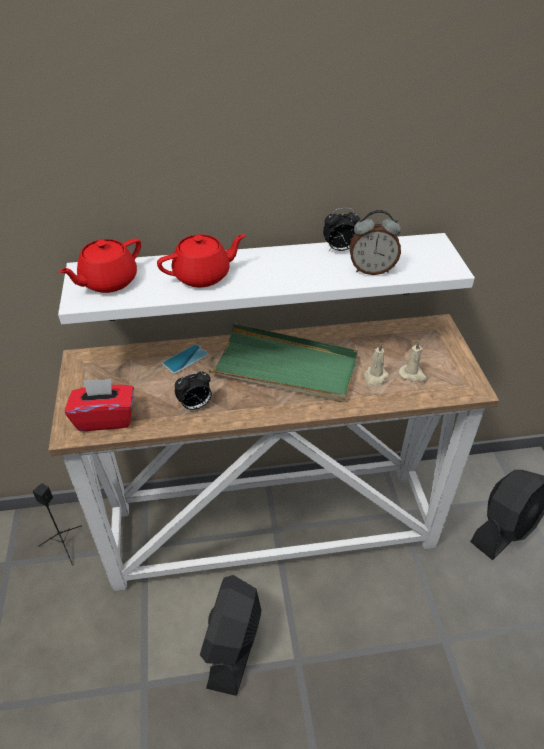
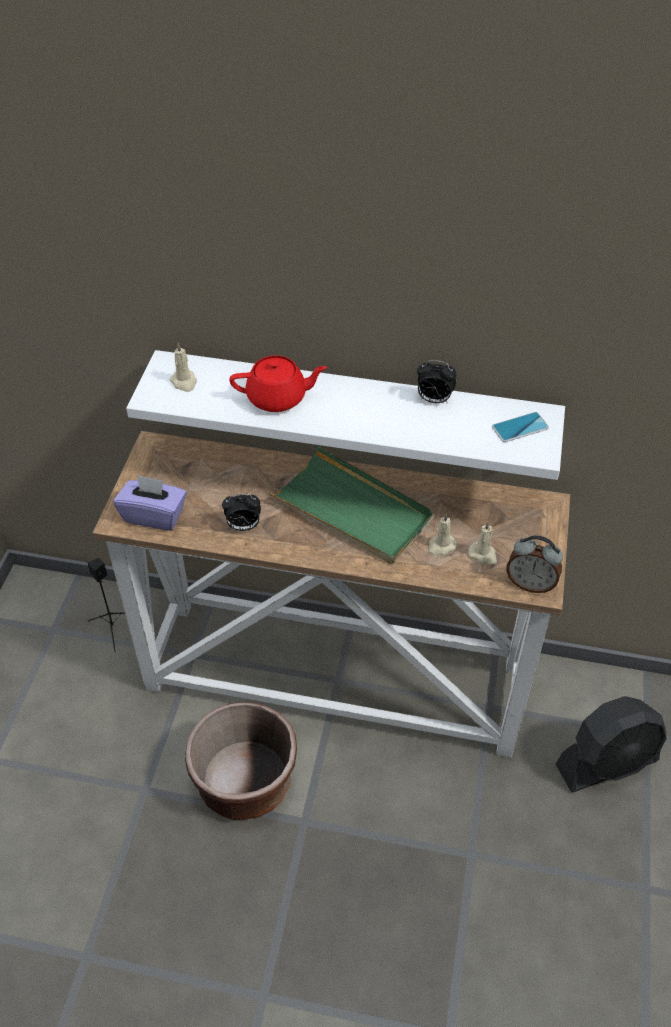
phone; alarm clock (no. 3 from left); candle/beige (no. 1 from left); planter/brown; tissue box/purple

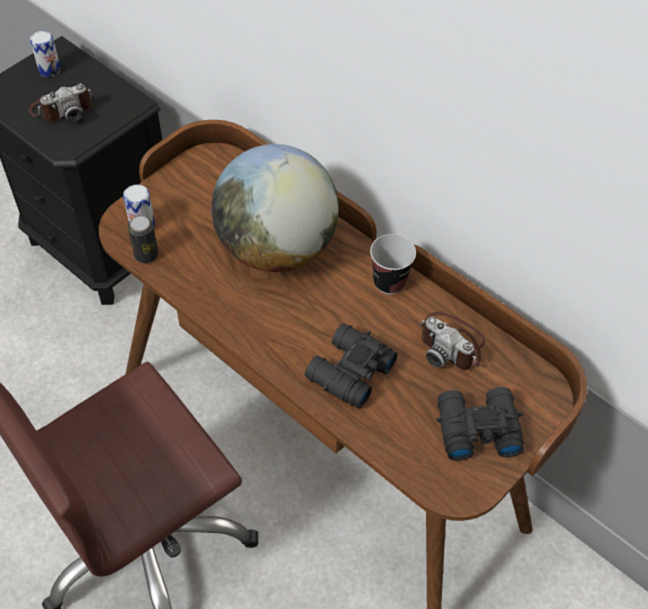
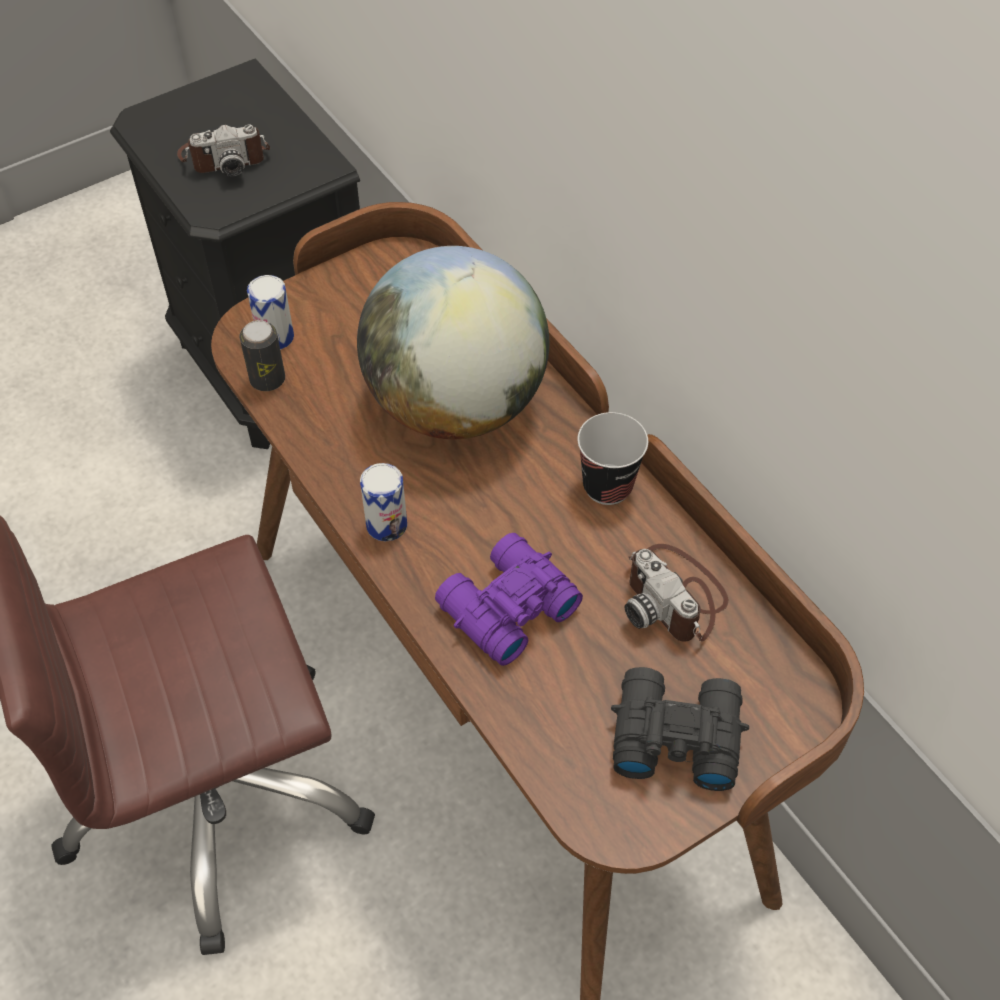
can (no. 3 from left); binoculars/purple

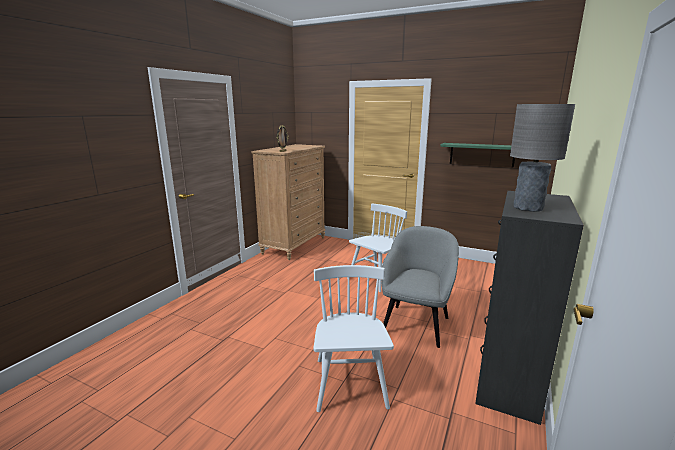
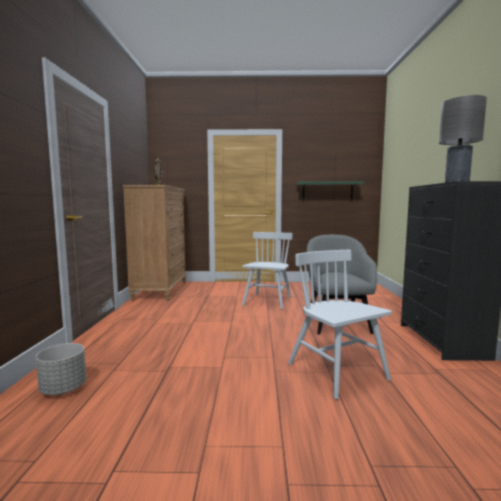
planter/grey

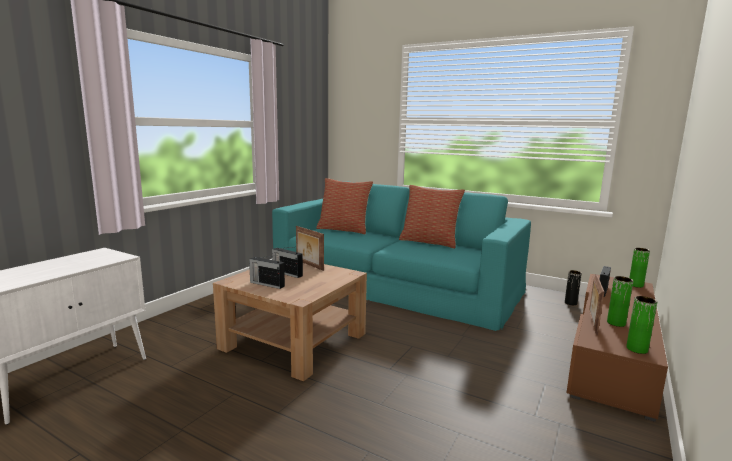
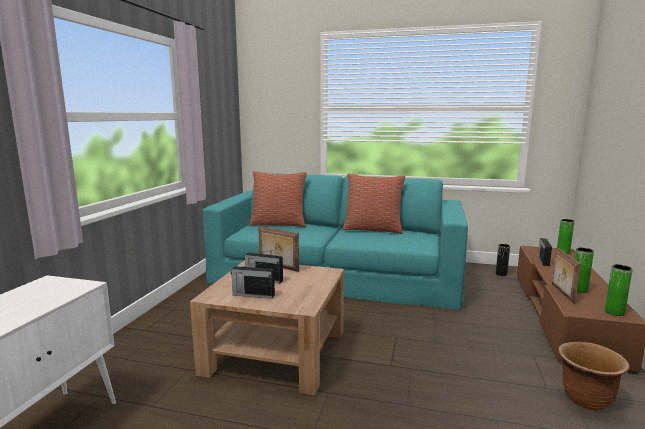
planter/brown

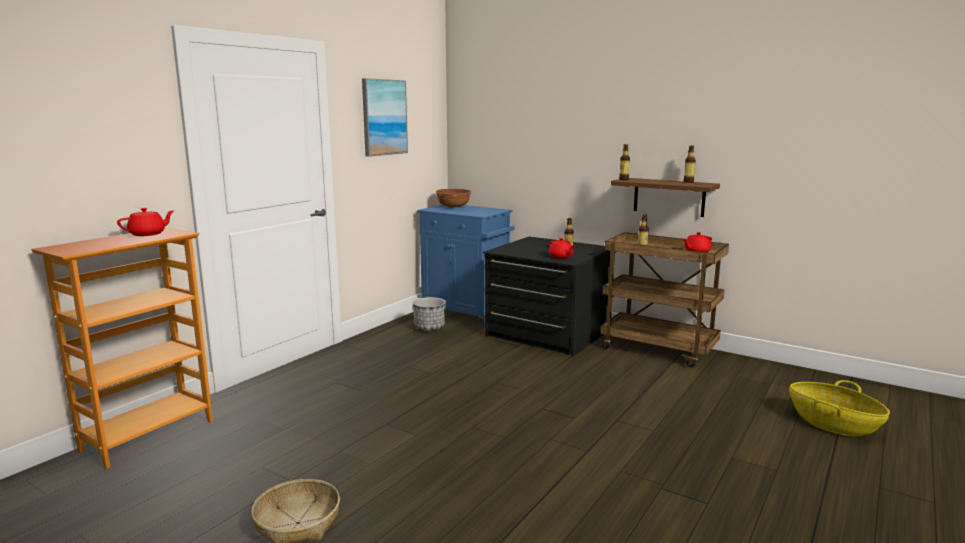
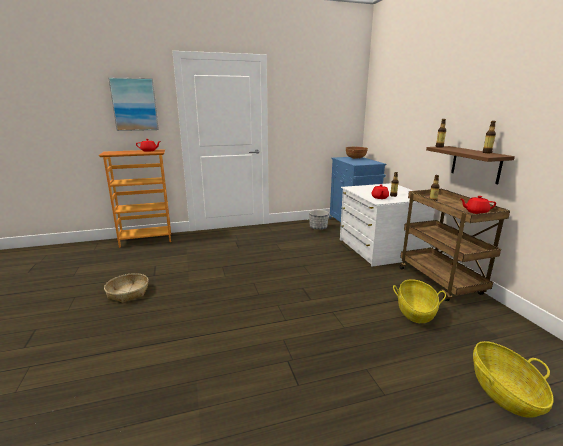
basket (no. 2 from left); picture; dresser/white

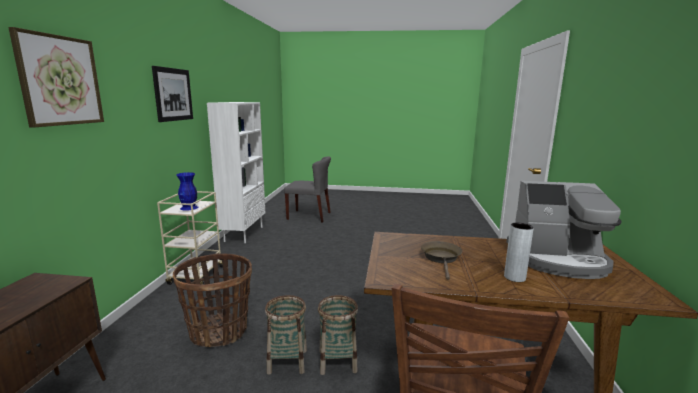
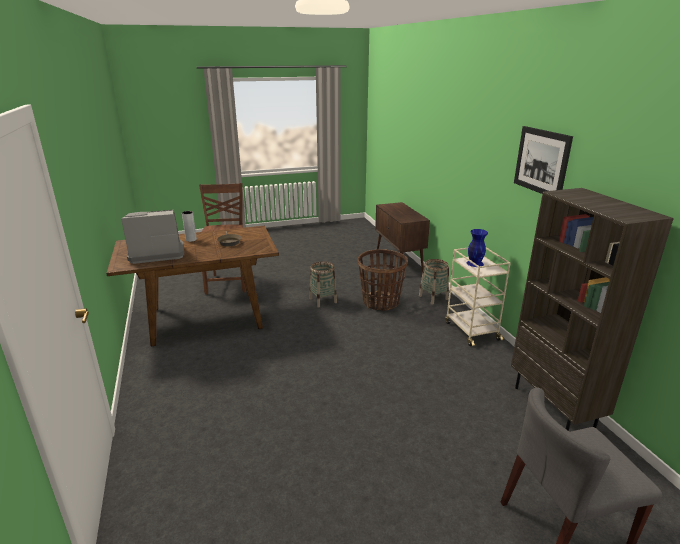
picture (no. 1 from left in the first image); basket (no. 3 from left); bookcase/brown

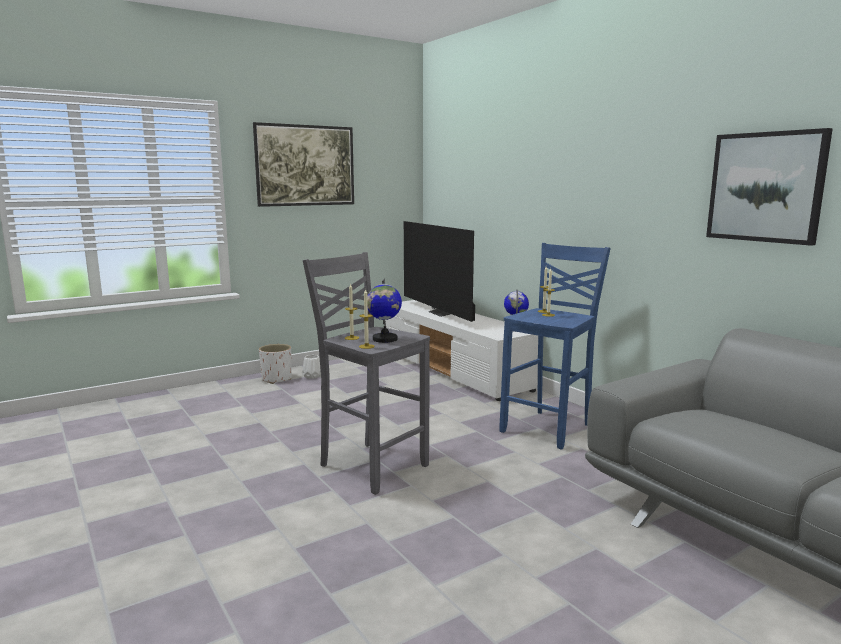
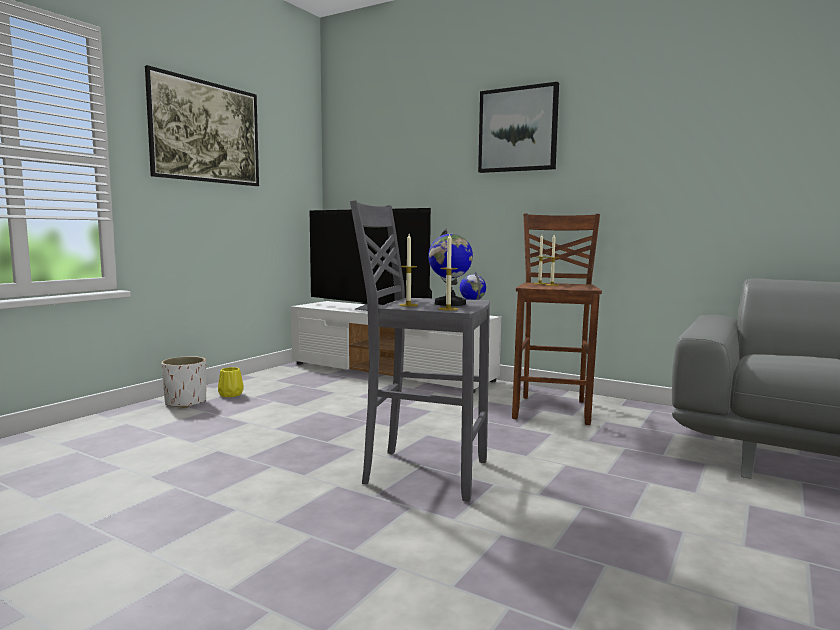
picture (no. 2 from left); vase/yellow; stool/brown

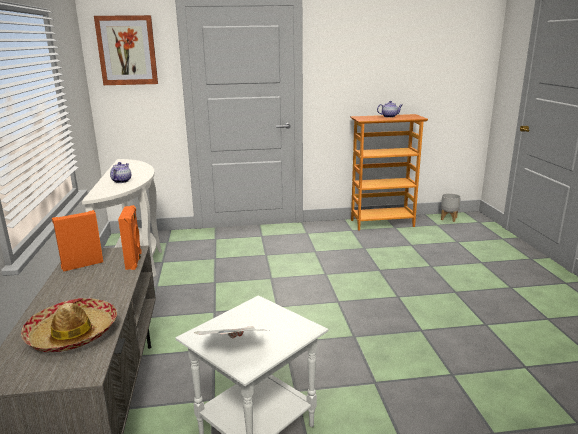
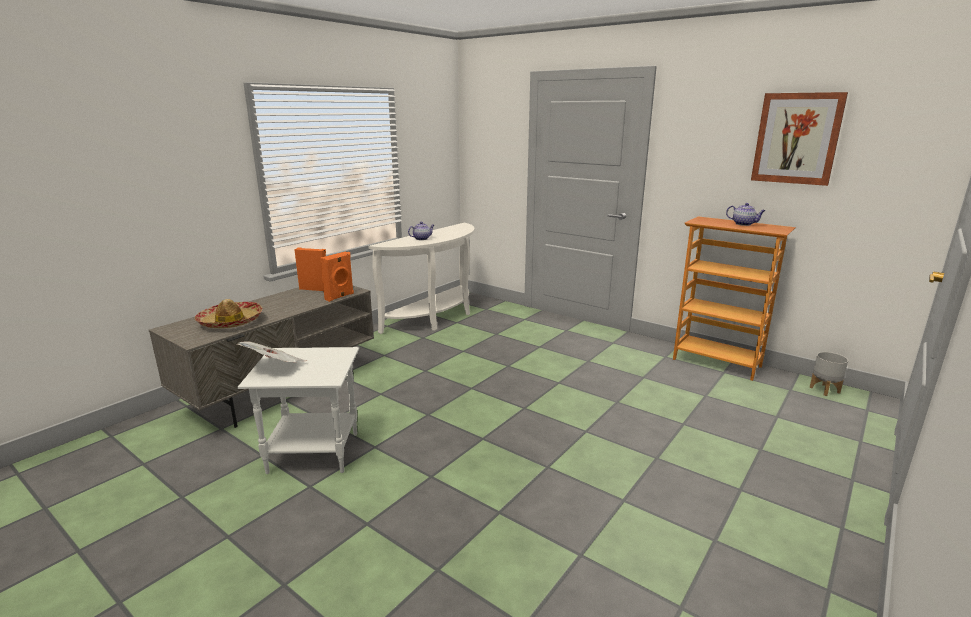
picture

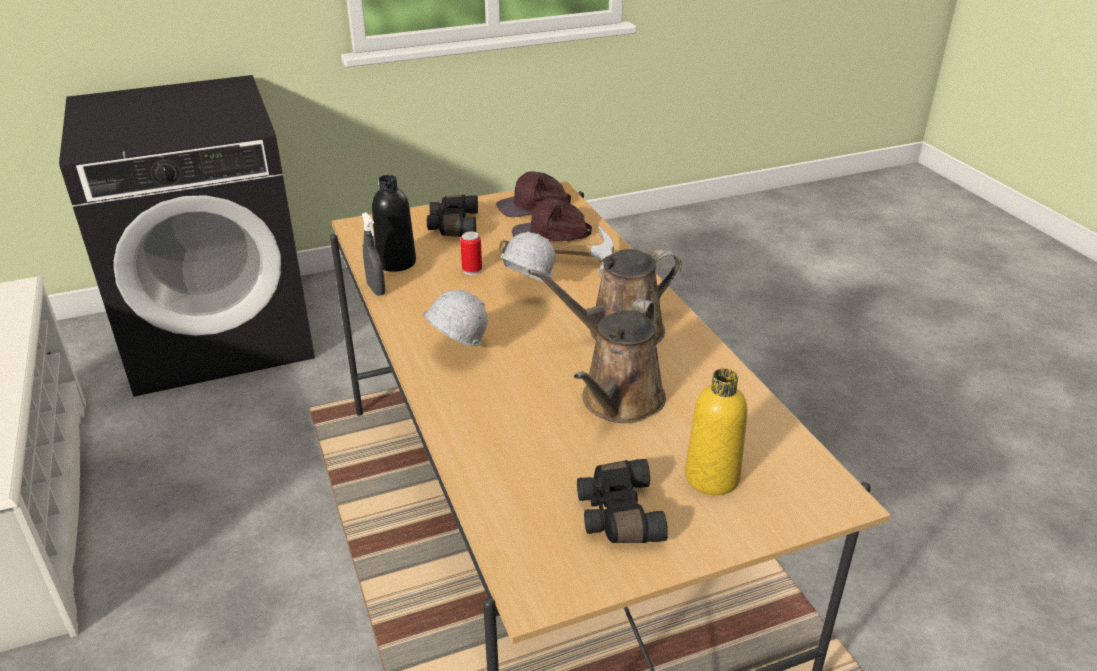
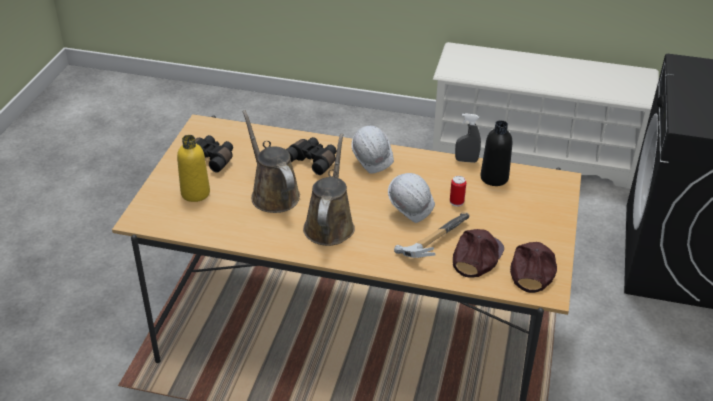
binoculars/black (no. 2 from left)

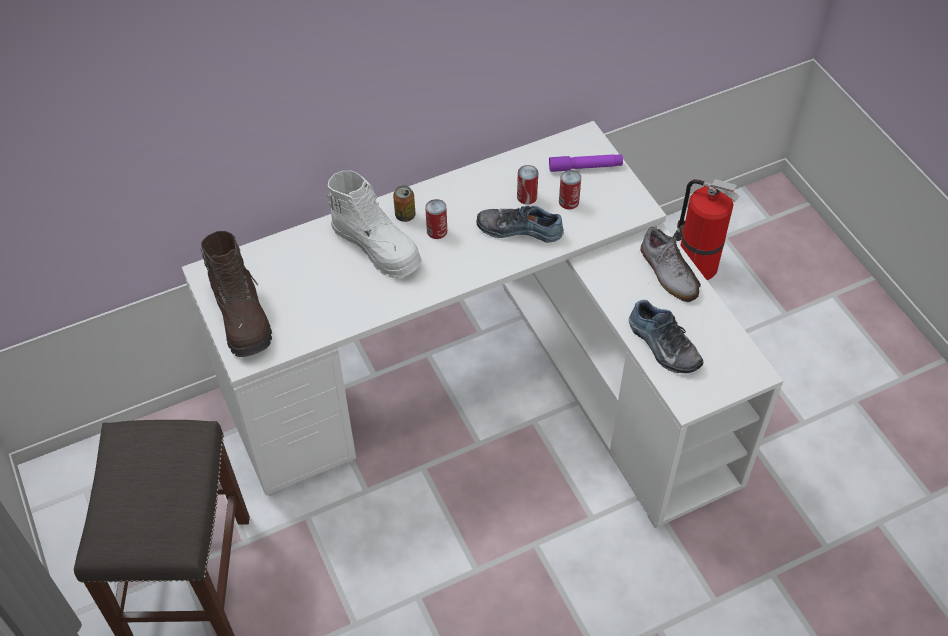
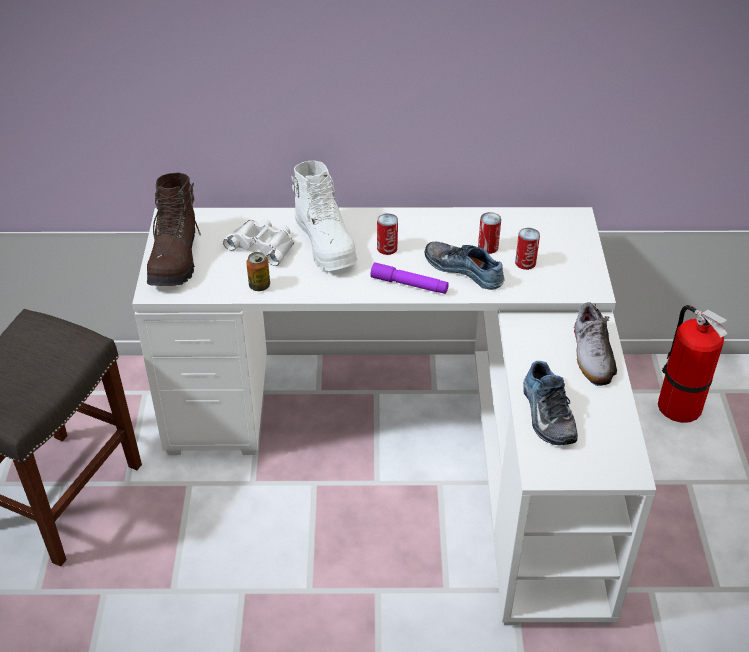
binoculars/white; can (no. 1 from left); flashlight/purple

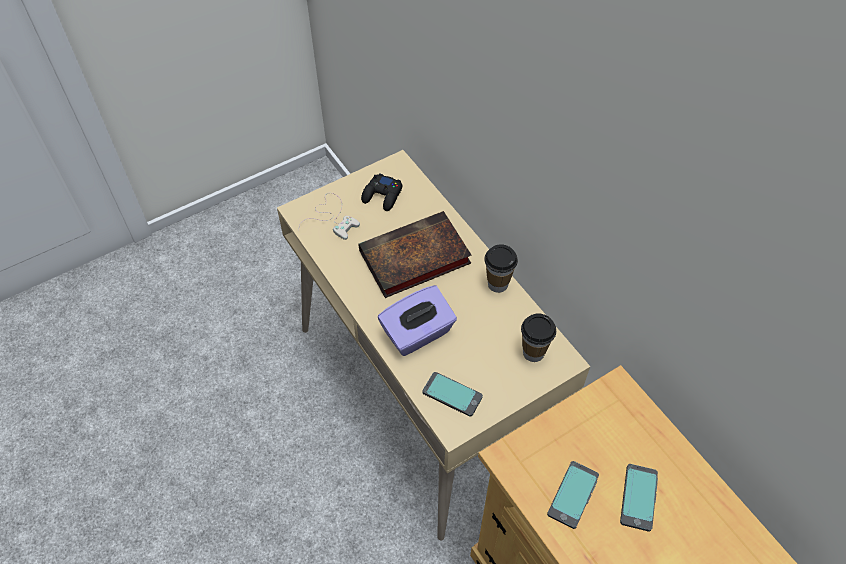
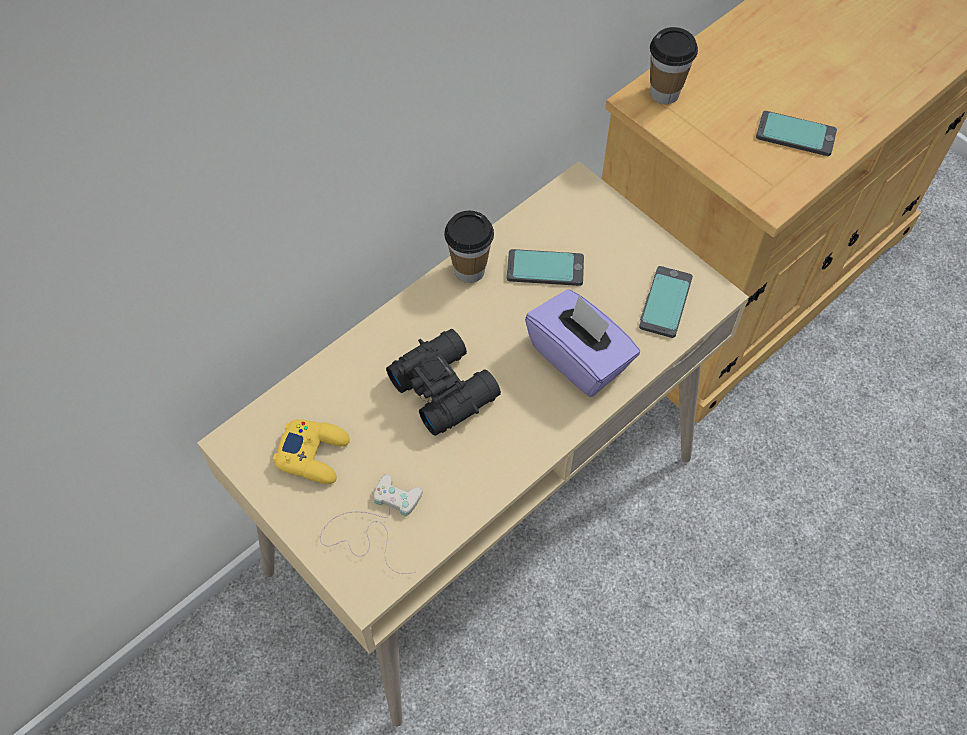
cup (no. 2 from left); phone (no. 1 from left); binoculars/black; game controller/yellow

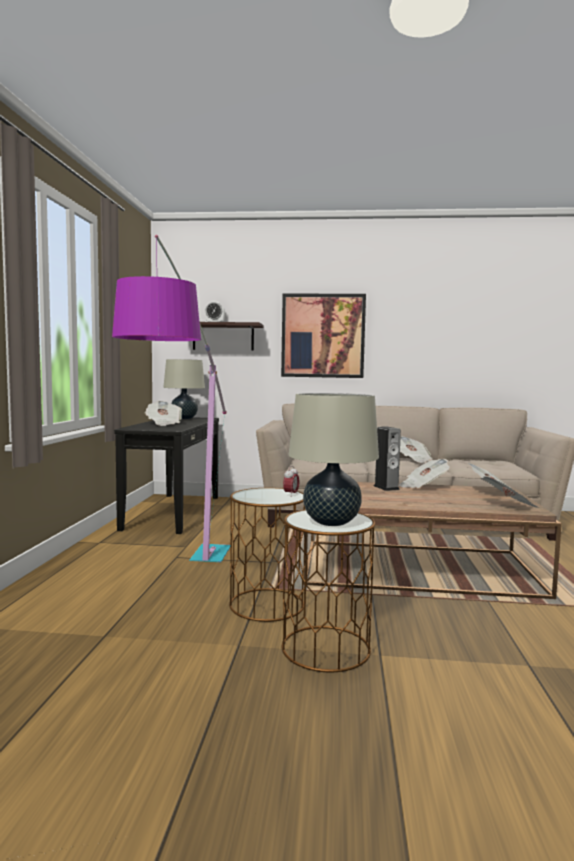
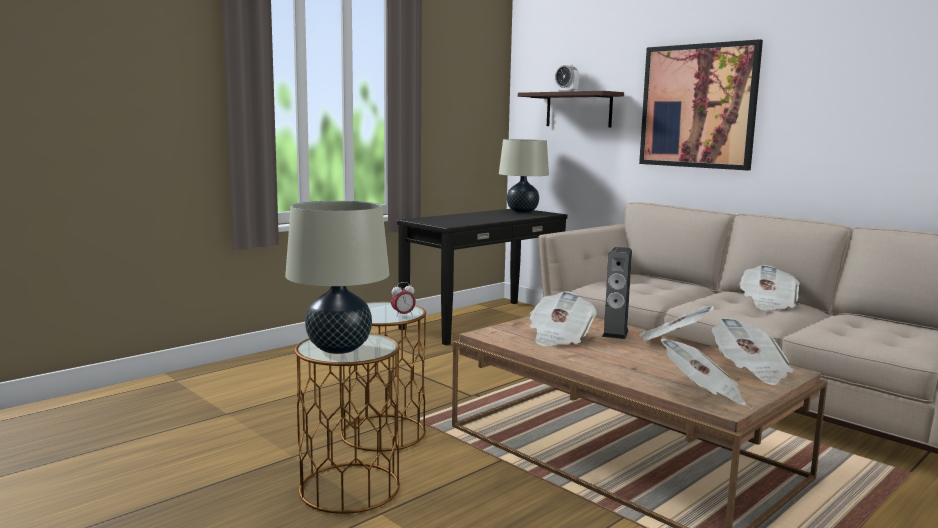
floor lamp; newspaper (no. 1 from left)

